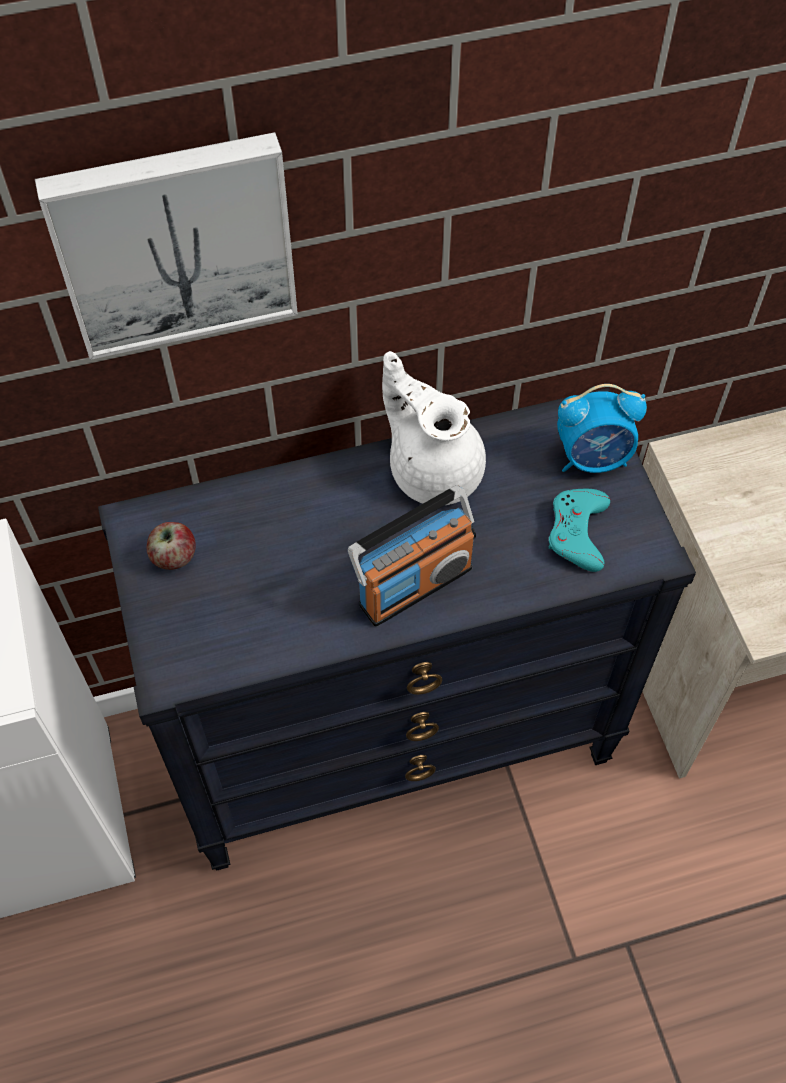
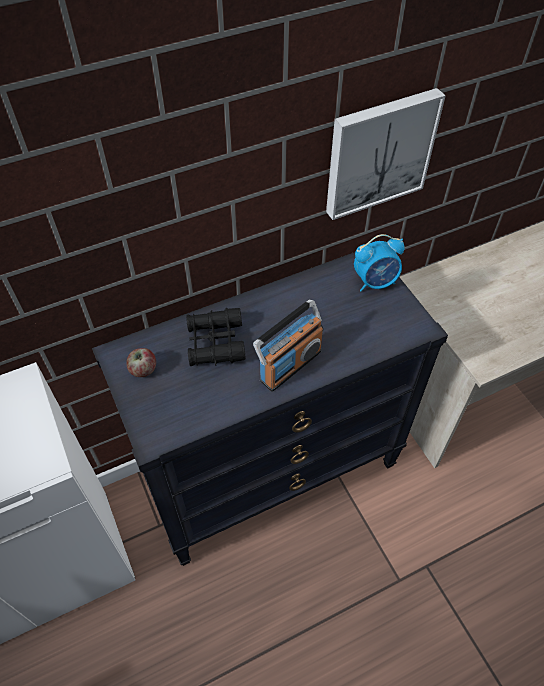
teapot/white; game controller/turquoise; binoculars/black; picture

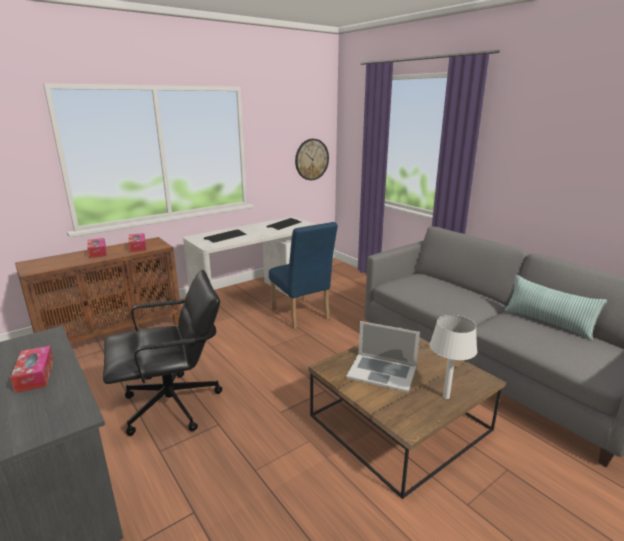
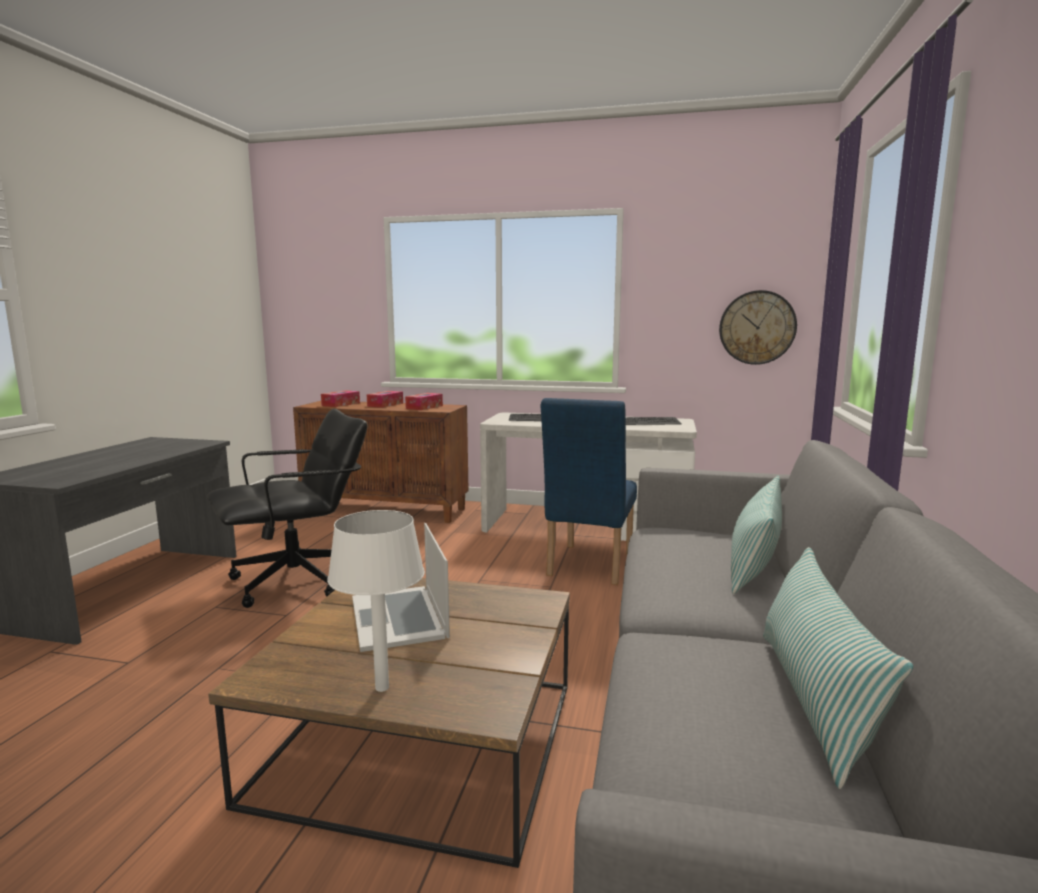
pillow (no. 1 from left); tissue box (no. 1 from left); office chair/black

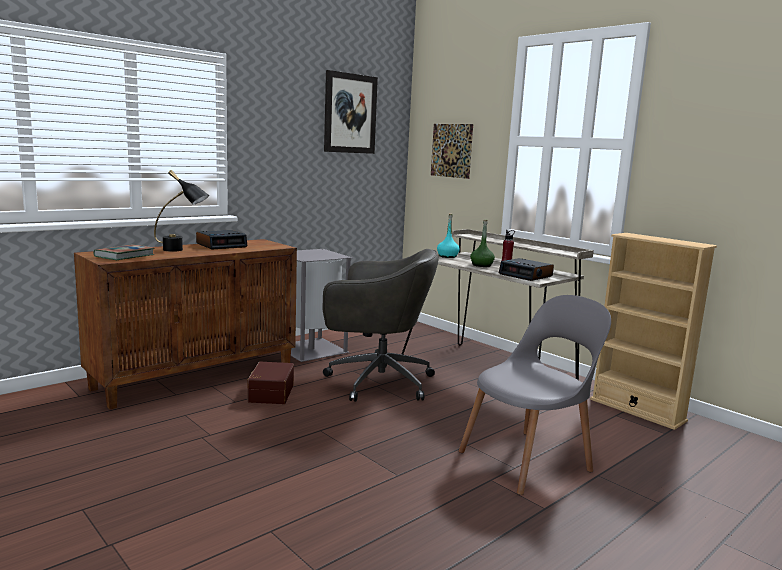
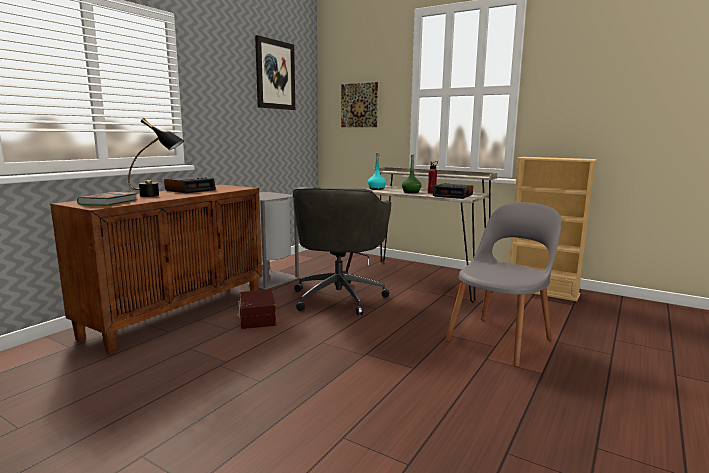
office chair/grey

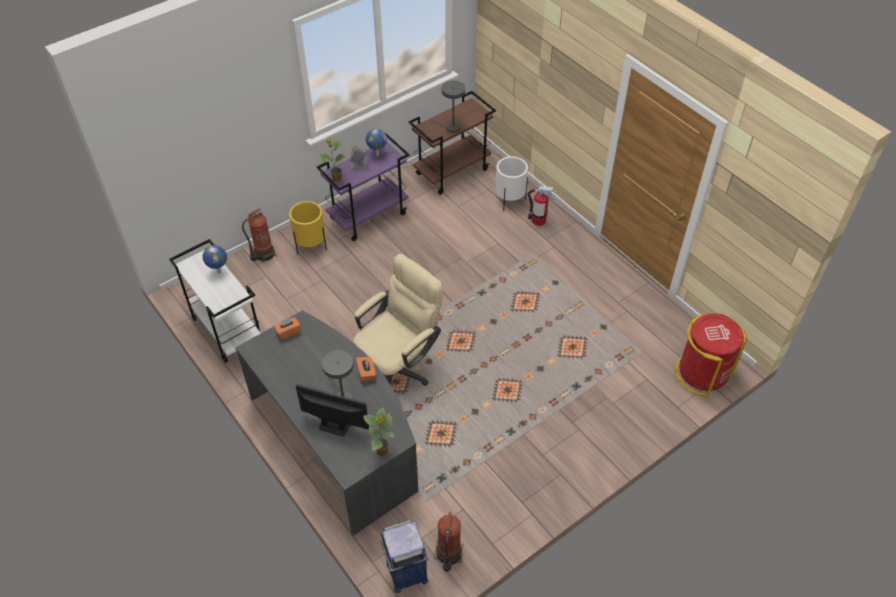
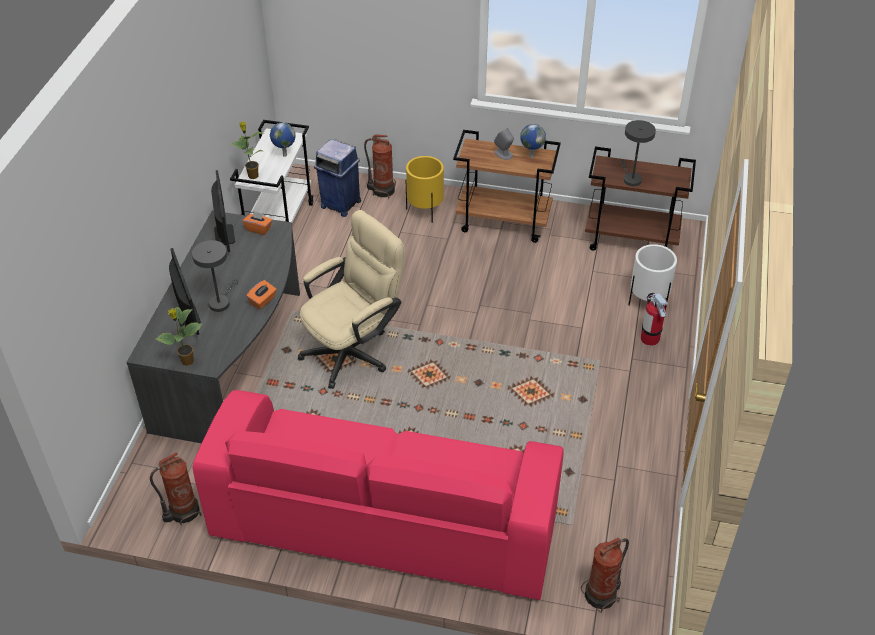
sofa/pink; monitor (no. 2 from left); potted plant (no. 2 from left); trash can/blue; fire extinguisher (no. 3 from left); cart/brown (no. 1 from left); office chair/beige

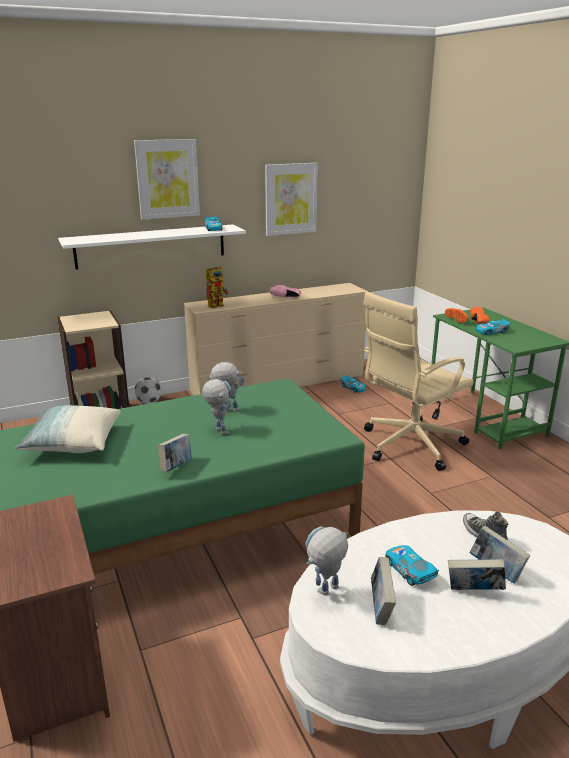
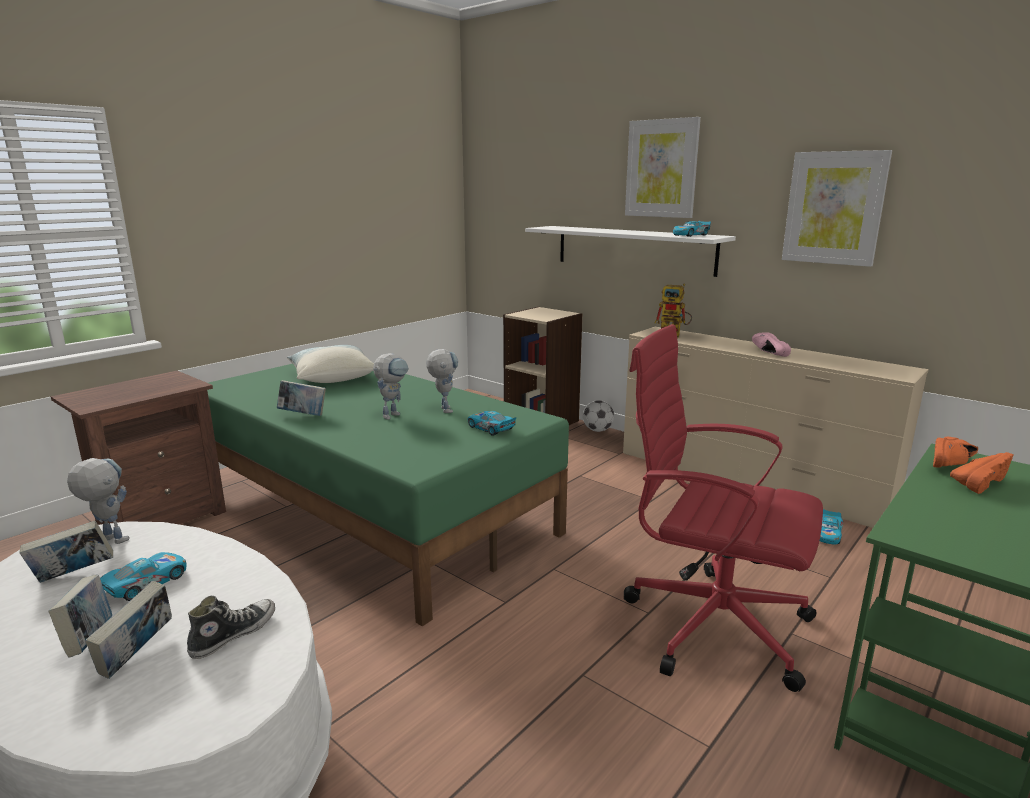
toy car (no. 2 from left); office chair/red

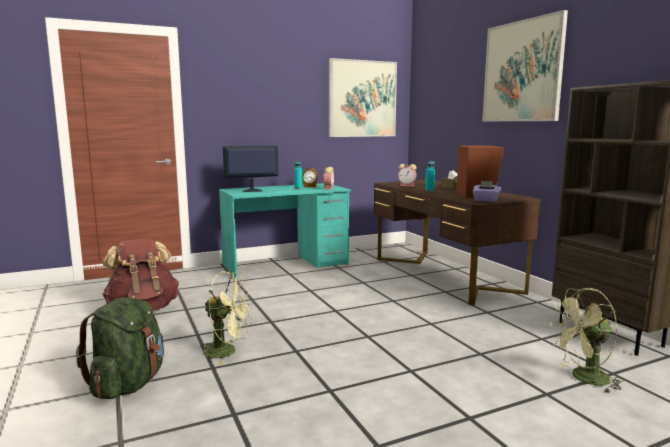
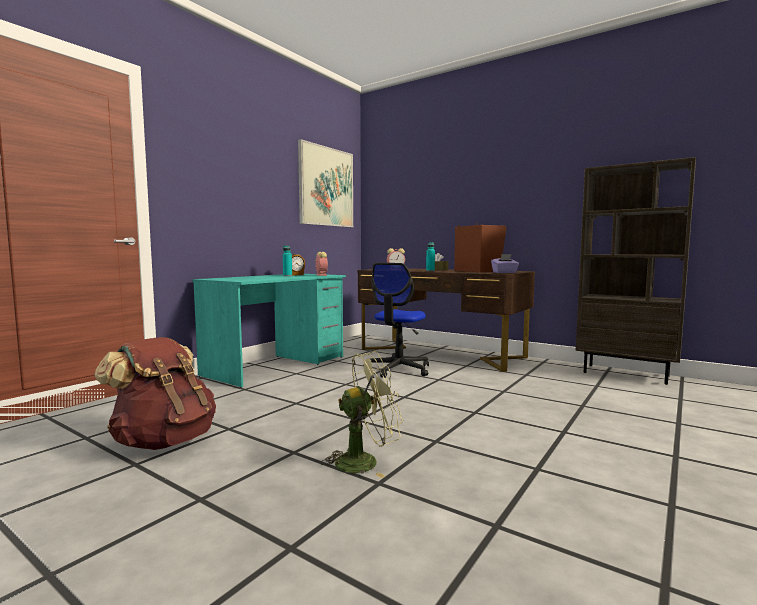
backpack/green; monitor; picture (no. 2 from left in the first image); fan/green (no. 2 from left in the first image); office chair

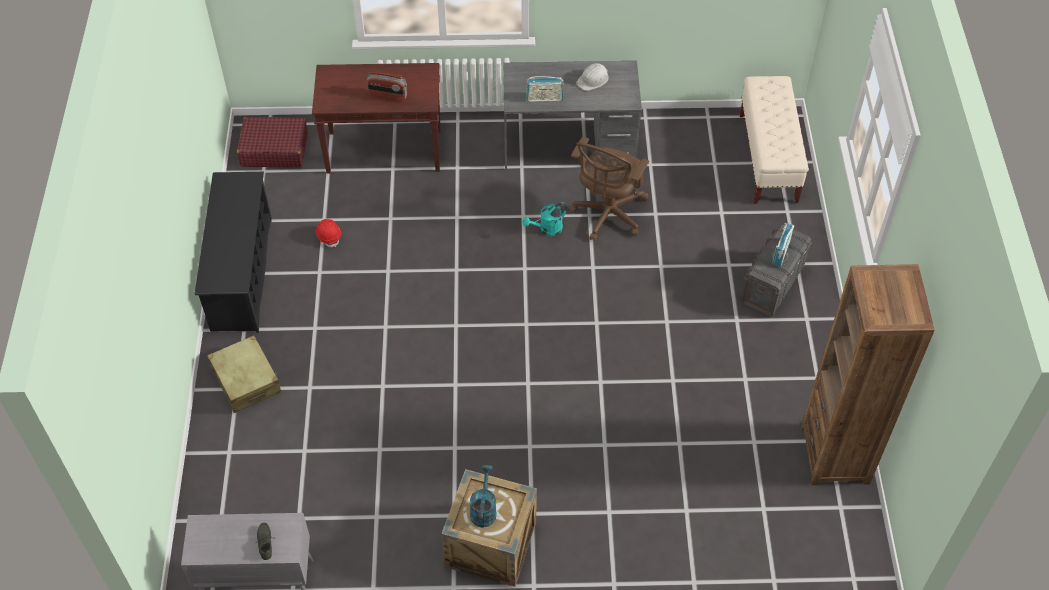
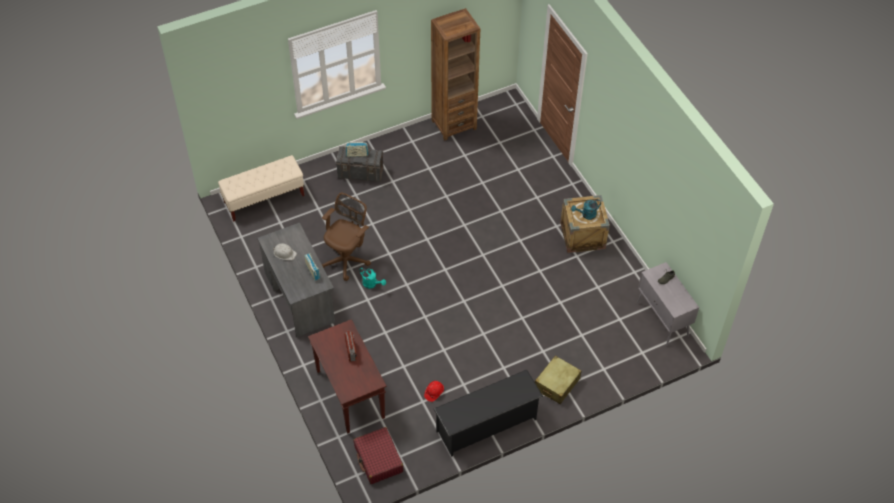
office chair/brown

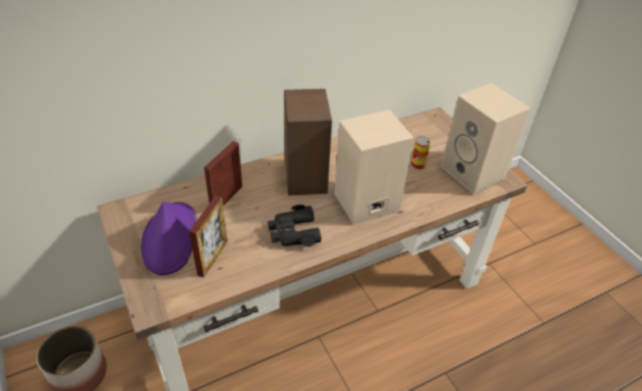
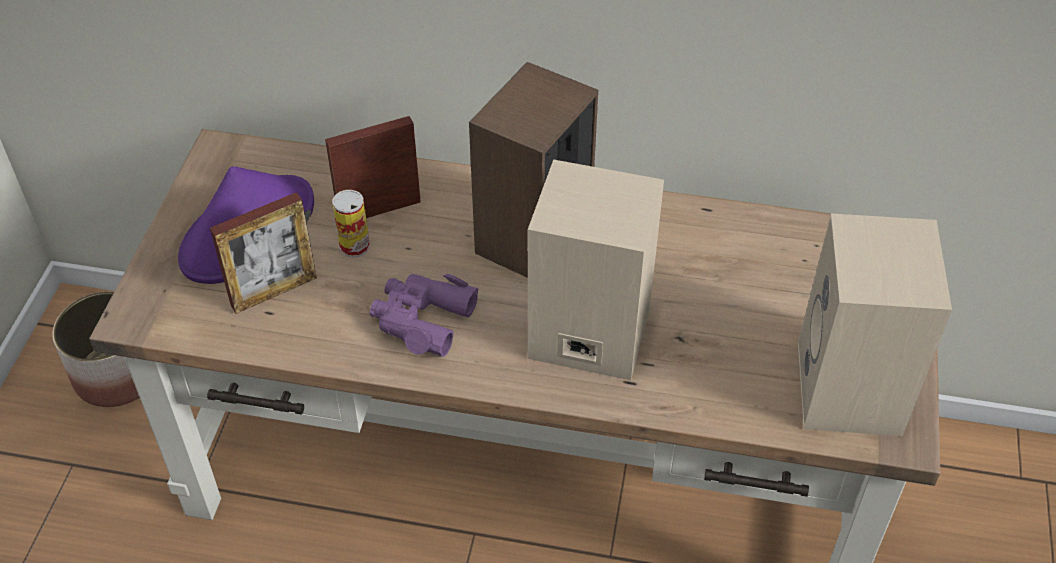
can; binoculars/purple

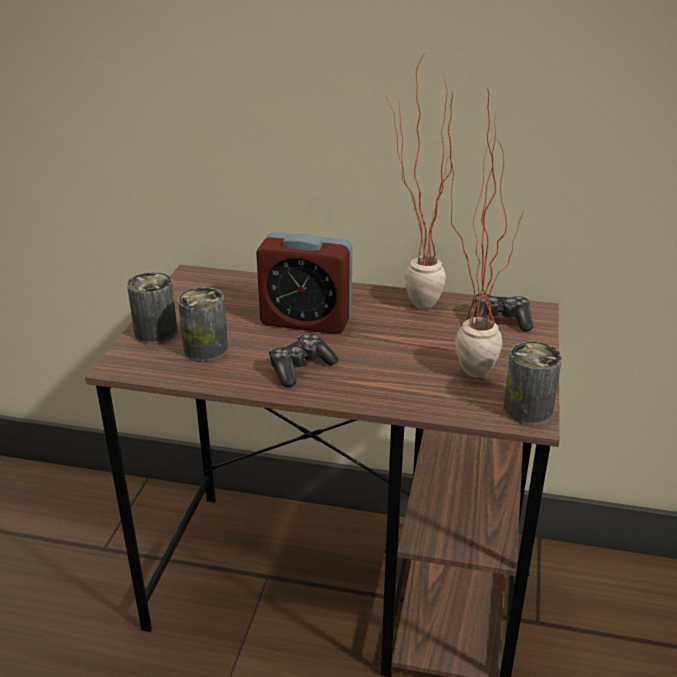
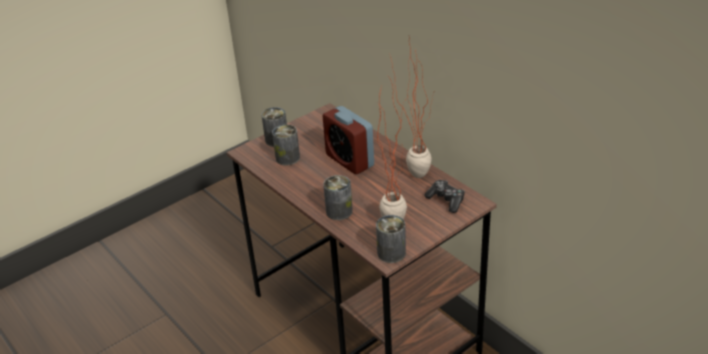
game controller (no. 1 from left in the first image); can (no. 3 from left)

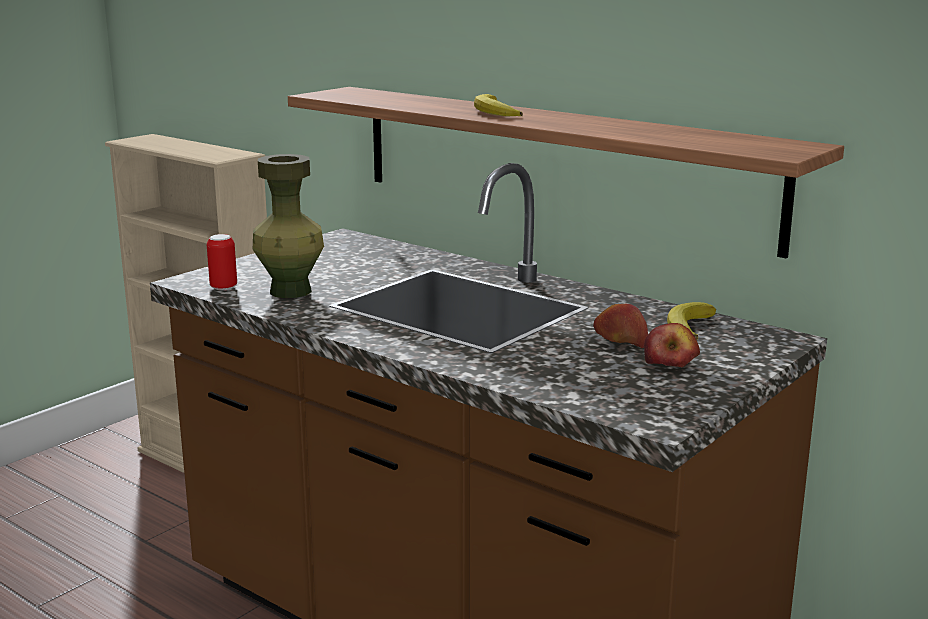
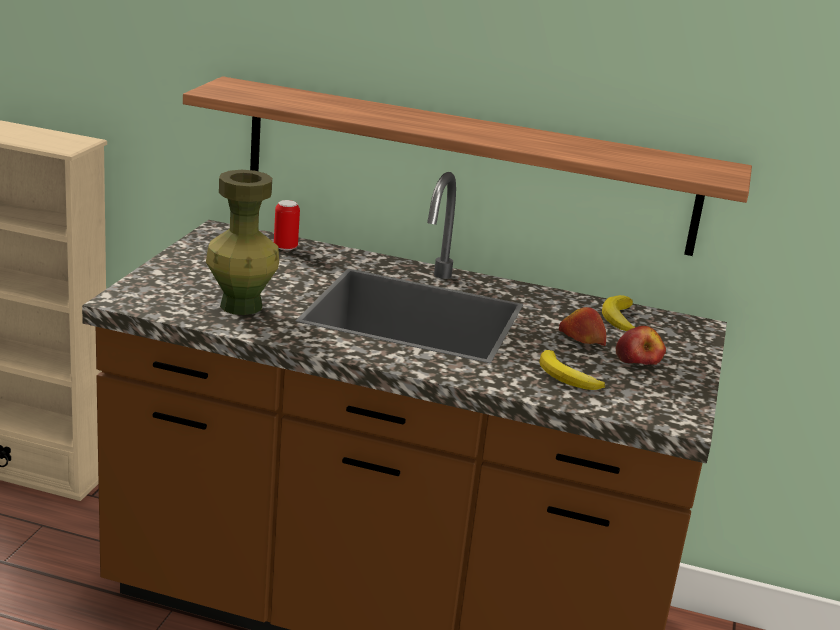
can; banana (no. 1 from left)

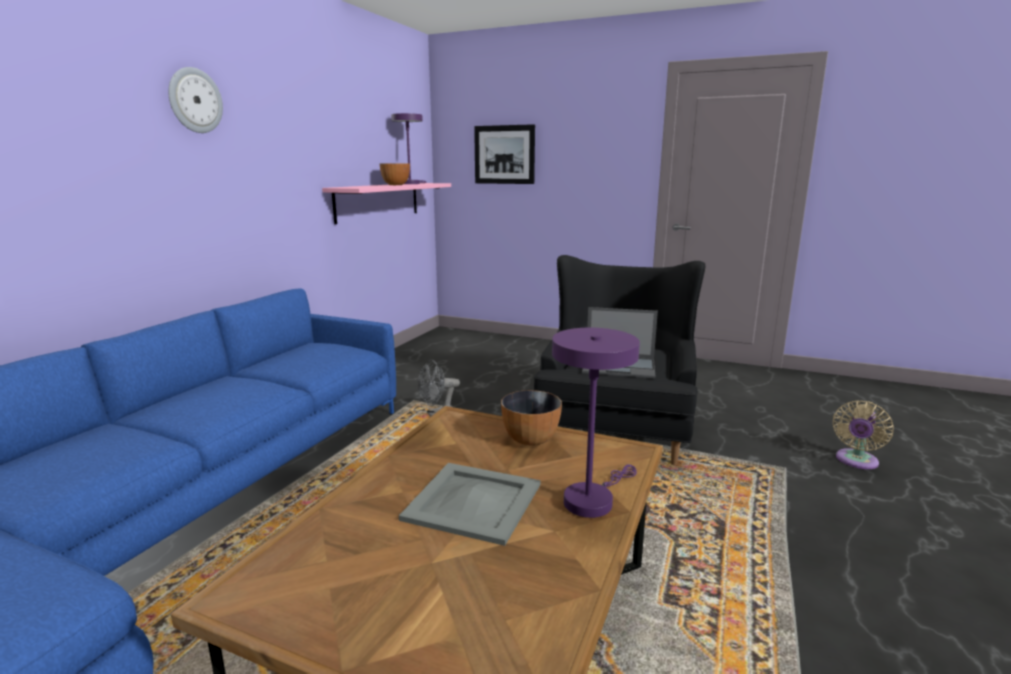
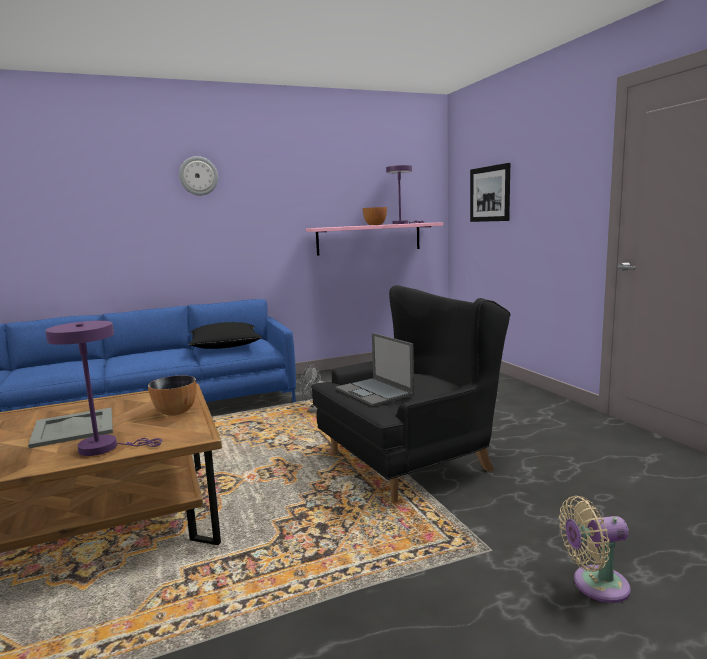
pillow/black

